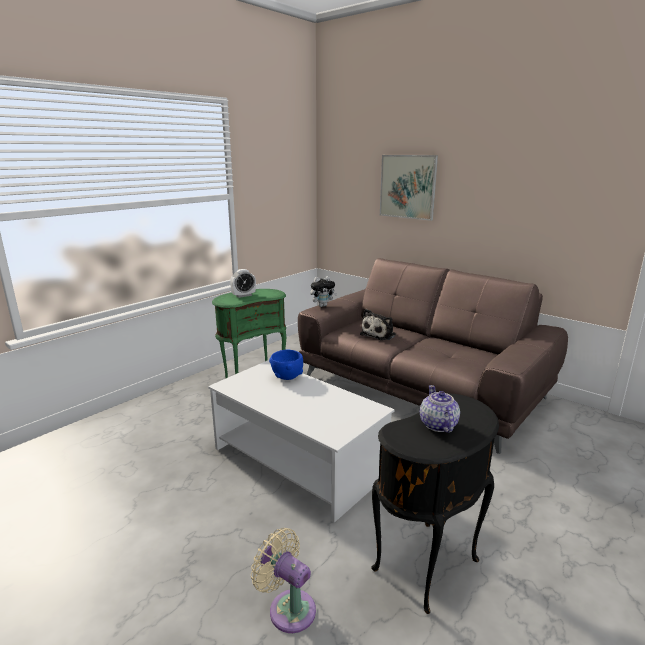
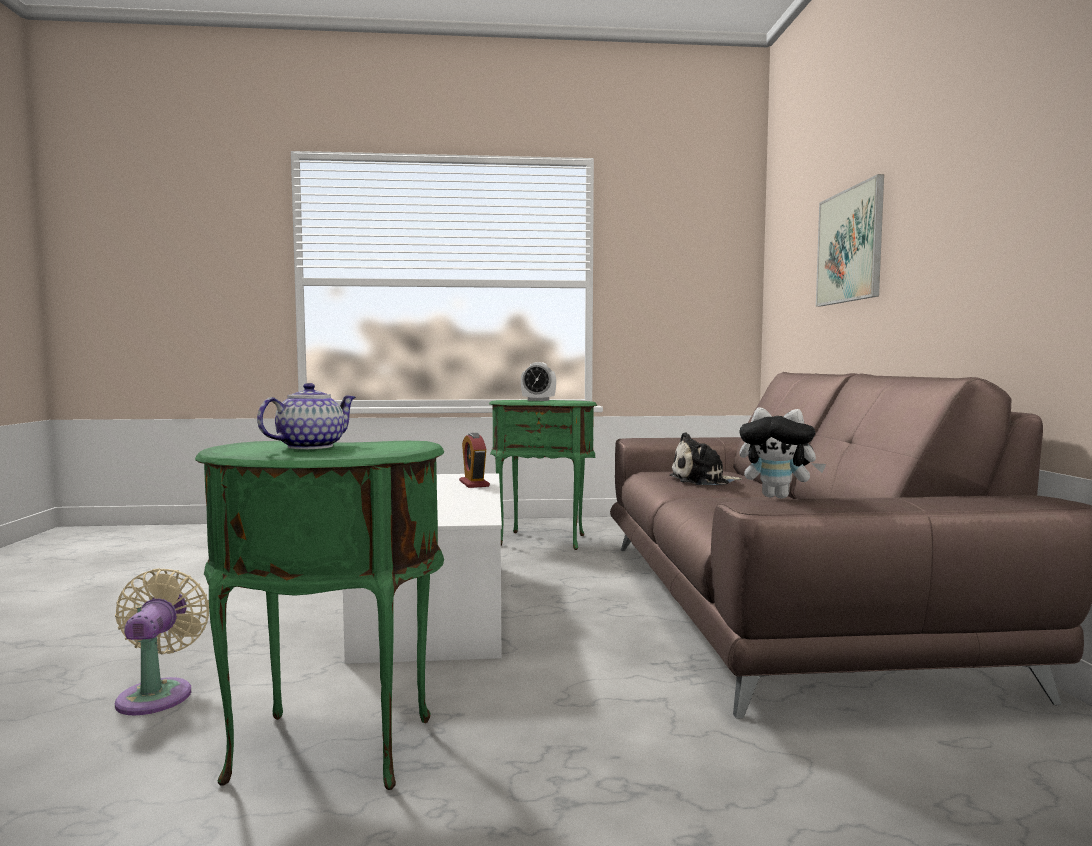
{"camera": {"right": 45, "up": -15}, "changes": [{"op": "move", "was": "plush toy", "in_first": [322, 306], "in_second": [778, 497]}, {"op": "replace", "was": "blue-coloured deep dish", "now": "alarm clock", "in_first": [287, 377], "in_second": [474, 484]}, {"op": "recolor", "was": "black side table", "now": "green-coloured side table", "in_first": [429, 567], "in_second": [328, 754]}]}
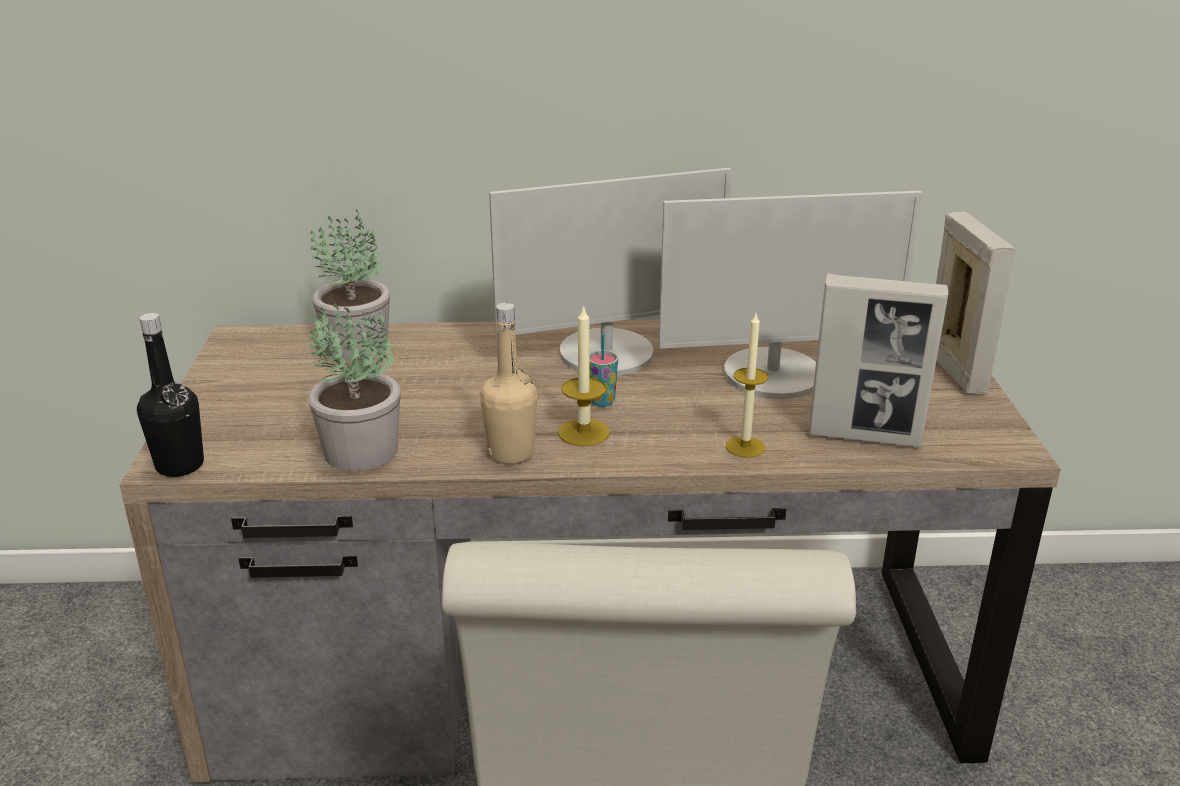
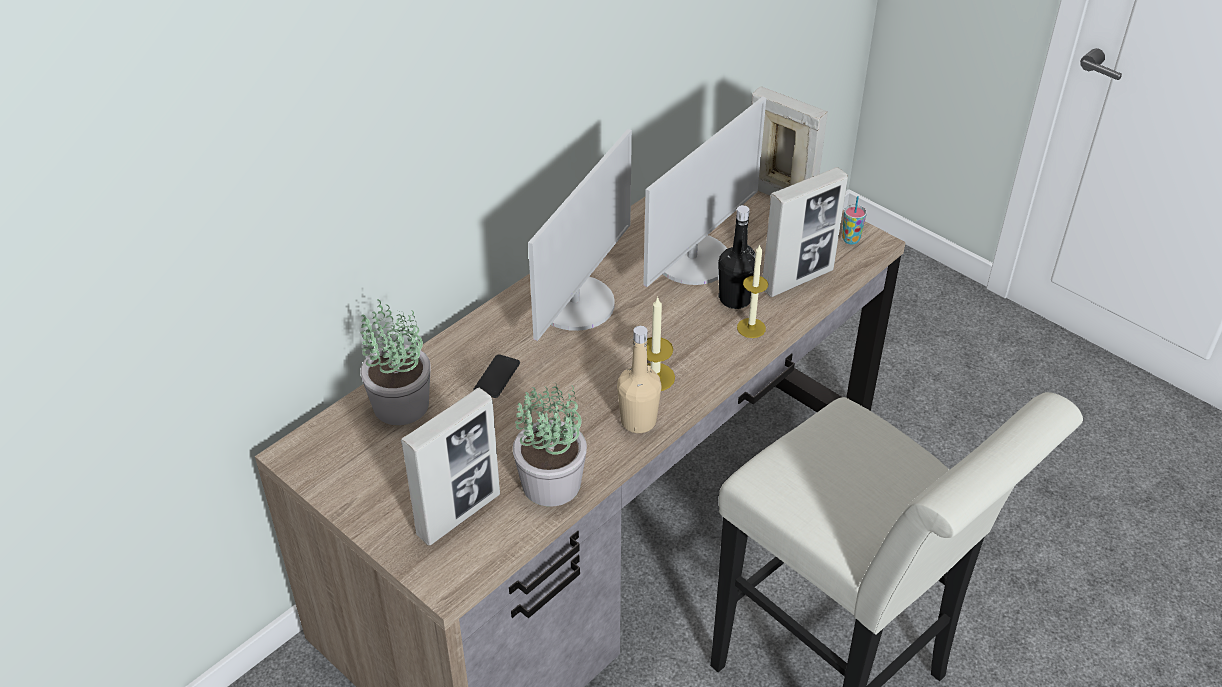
{"camera": {"right": -45, "up": 15}, "changes": [{"op": "insert", "now": "picture frame", "in_second": [459, 514]}, {"op": "insert", "now": "phone", "in_second": [497, 377]}, {"op": "move", "was": "black beverage bottle", "in_first": [180, 465], "in_second": [735, 299]}, {"op": "move", "was": "drinking cup", "in_first": [602, 402], "in_second": [850, 239]}]}
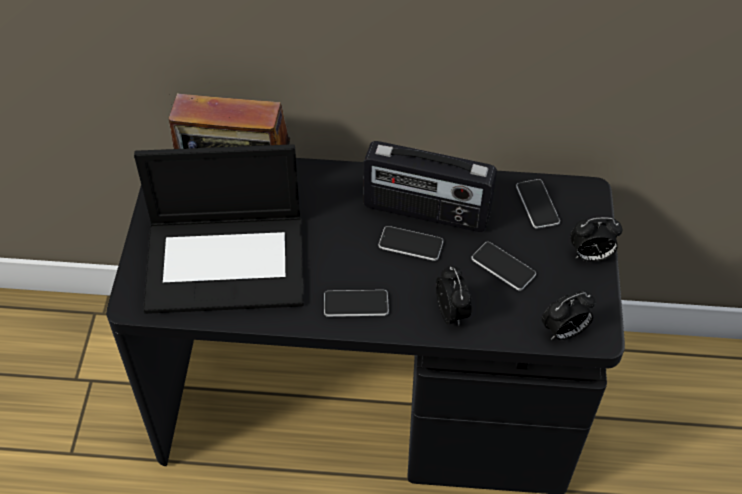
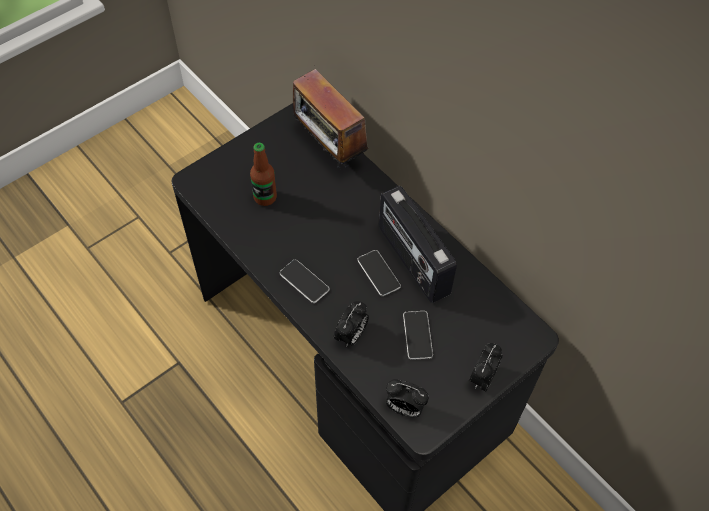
{"camera": {"right": 45, "up": 5}, "changes": [{"op": "delete", "was": "phone", "in_first": [537, 204]}, {"op": "replace", "was": "laptop", "now": "beverage bottle", "in_first": [227, 262], "in_second": [265, 197]}, {"op": "rotate", "was": "alarm clock", "in_first": [590, 256], "in_second": [482, 377], "clockwise": 75}]}
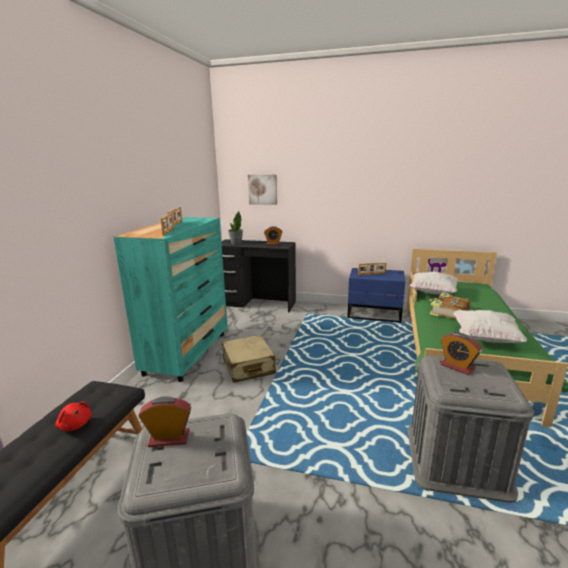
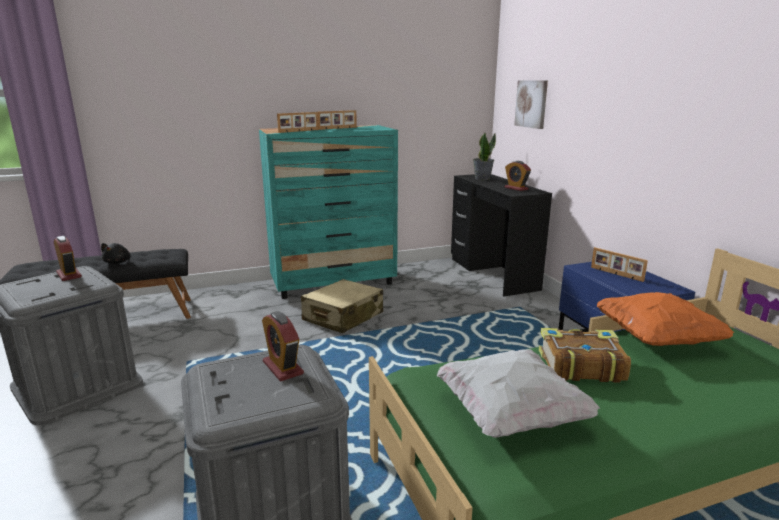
{"camera": {"right": 55, "up": 0}, "changes": [{"op": "recolor", "was": "red plush toy", "now": "black plush toy", "in_first": [75, 425], "in_second": [118, 262]}, {"op": "recolor", "was": "whitish cushion", "now": "orange cushion", "in_first": [433, 293], "in_second": [656, 339]}, {"op": "rotate", "was": "alarm clock", "in_first": [457, 367], "in_second": [283, 368], "clockwise": -45}]}
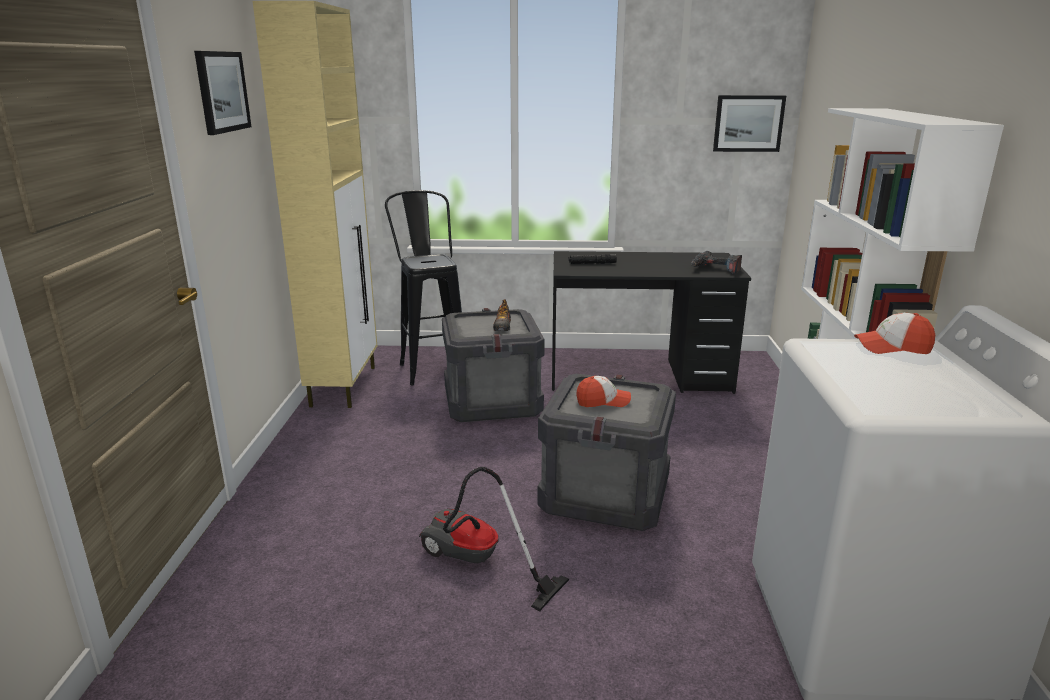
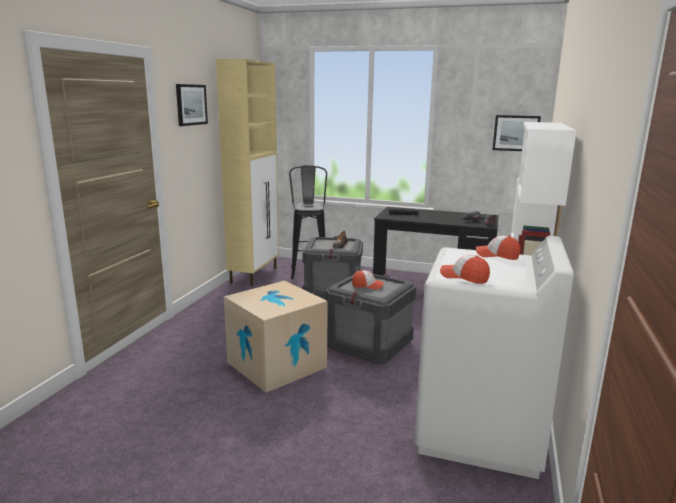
{"camera": {"right": 15, "up": -5}, "changes": [{"op": "insert", "now": "peaked cap", "in_second": [464, 277]}, {"op": "replace", "was": "hoover", "now": "packing box", "in_first": [476, 563], "in_second": [276, 365]}]}
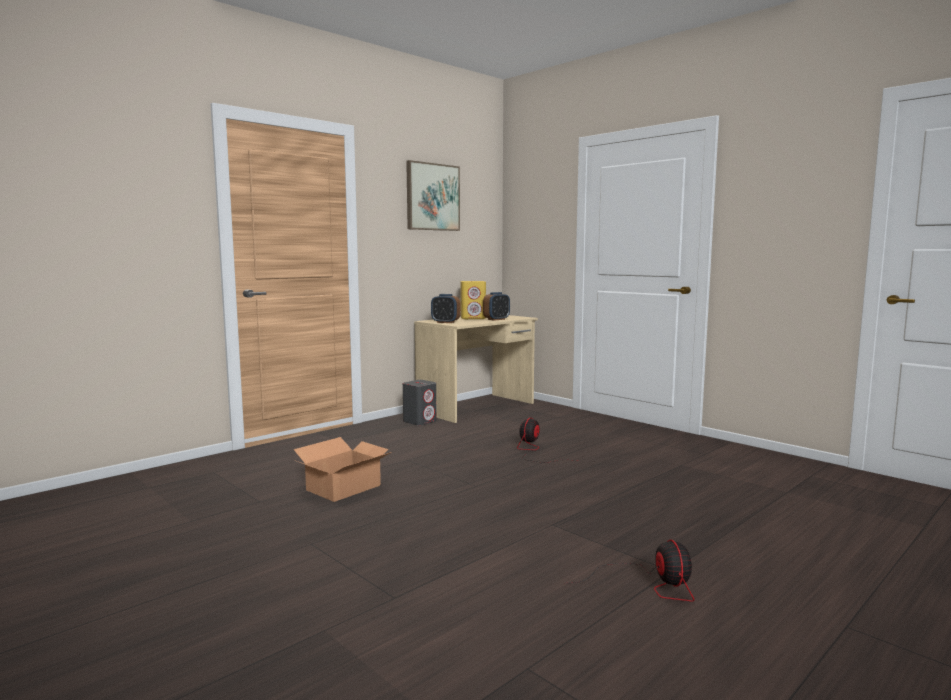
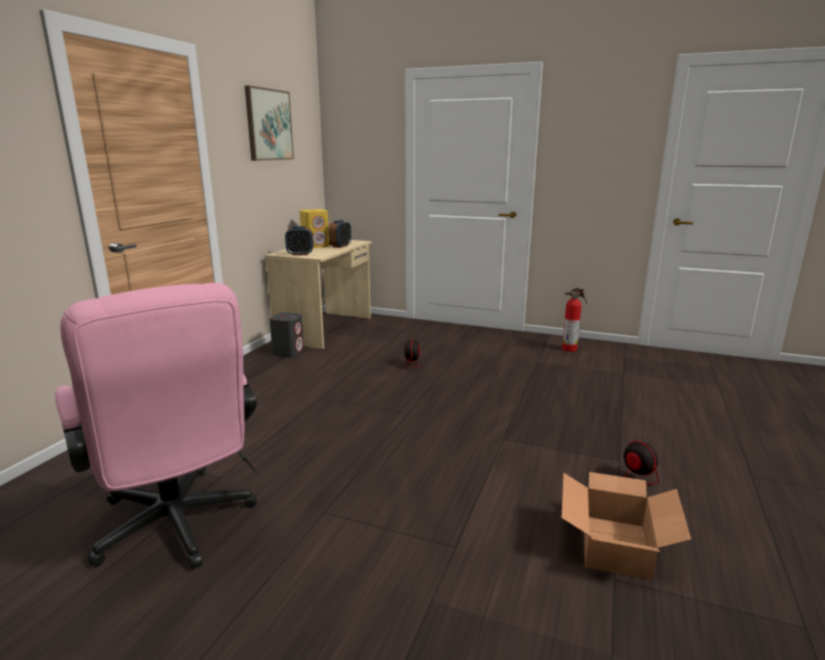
{"camera": {"right": -25, "up": 10}, "changes": [{"op": "insert", "now": "pink-coloured office chair", "in_second": [177, 529]}, {"op": "insert", "now": "extinguisher", "in_second": [570, 349]}, {"op": "move", "was": "packing box", "in_first": [344, 487], "in_second": [616, 545]}]}
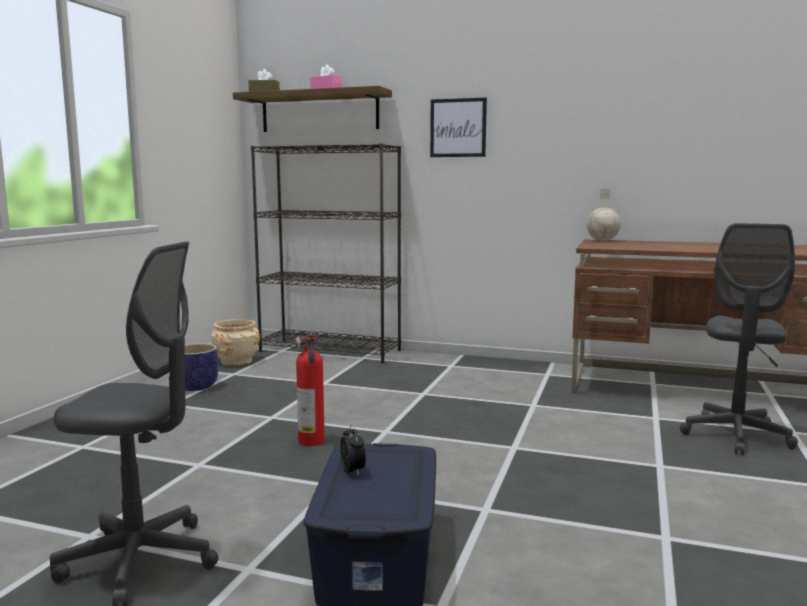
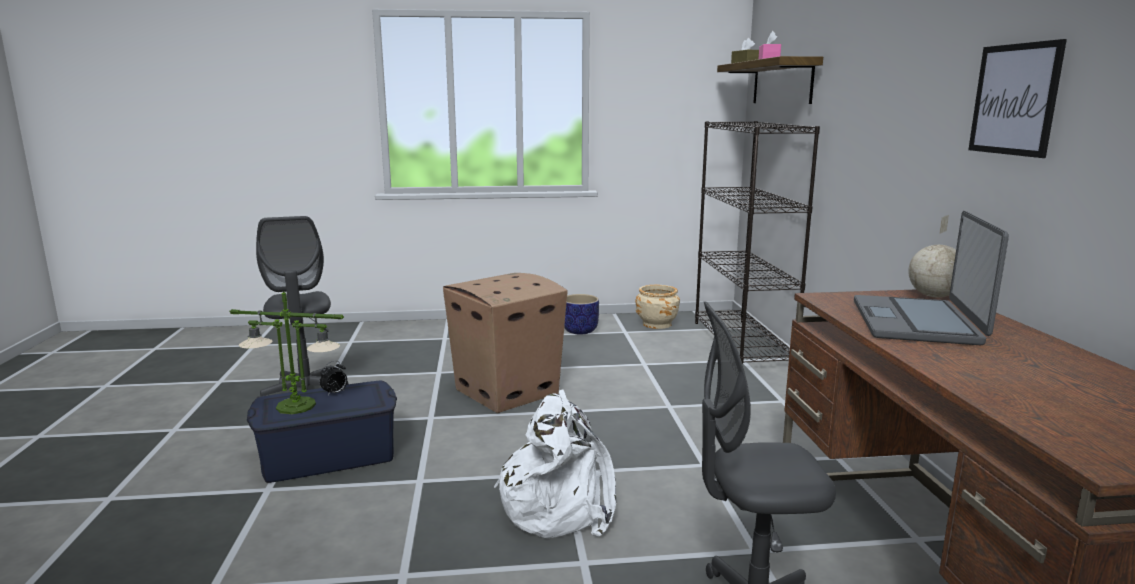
{"camera": {"right": 65, "up": 5}, "changes": [{"op": "insert", "now": "tabletop lamp", "in_second": [295, 406]}, {"op": "insert", "now": "whitish rucksack", "in_second": [559, 506]}, {"op": "insert", "now": "laptop", "in_second": [917, 322]}, {"op": "move", "was": "wall picture", "in_first": [458, 128], "in_second": [1014, 99]}, {"op": "replace", "was": "extinguisher", "now": "packing box", "in_first": [311, 441], "in_second": [505, 392]}]}
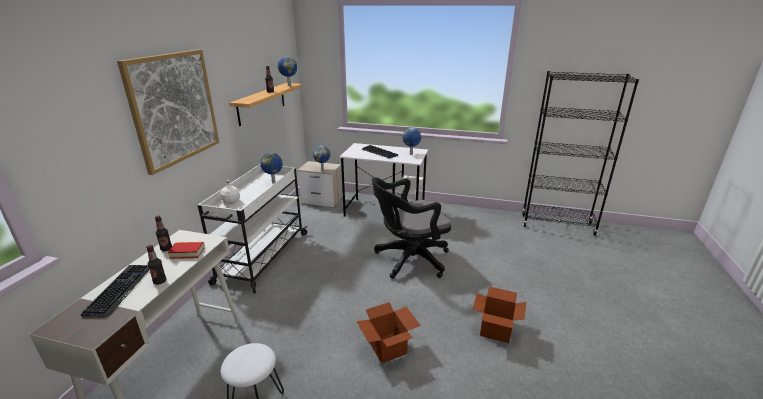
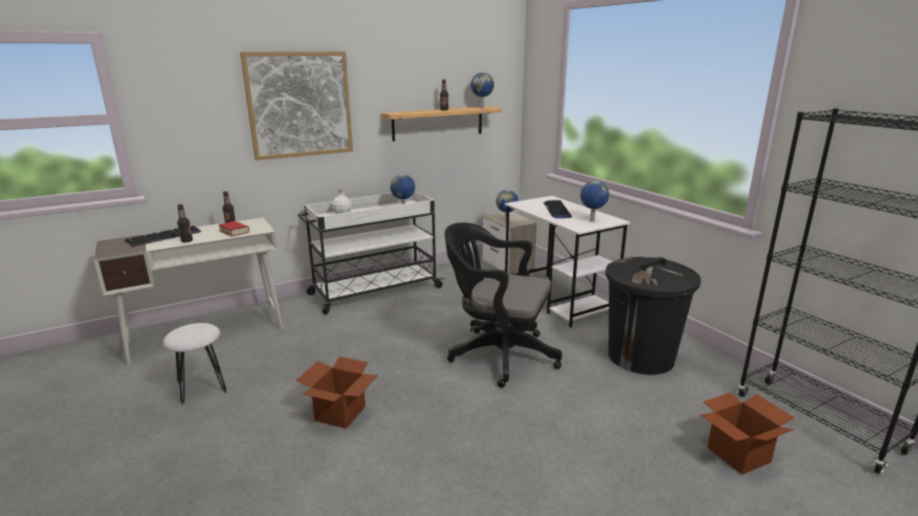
{"camera": {"right": 45, "up": -5}, "changes": [{"op": "insert", "now": "black rubbish bin", "in_second": [641, 357]}, {"op": "move", "was": "packing box", "in_first": [496, 330], "in_second": [738, 455]}]}
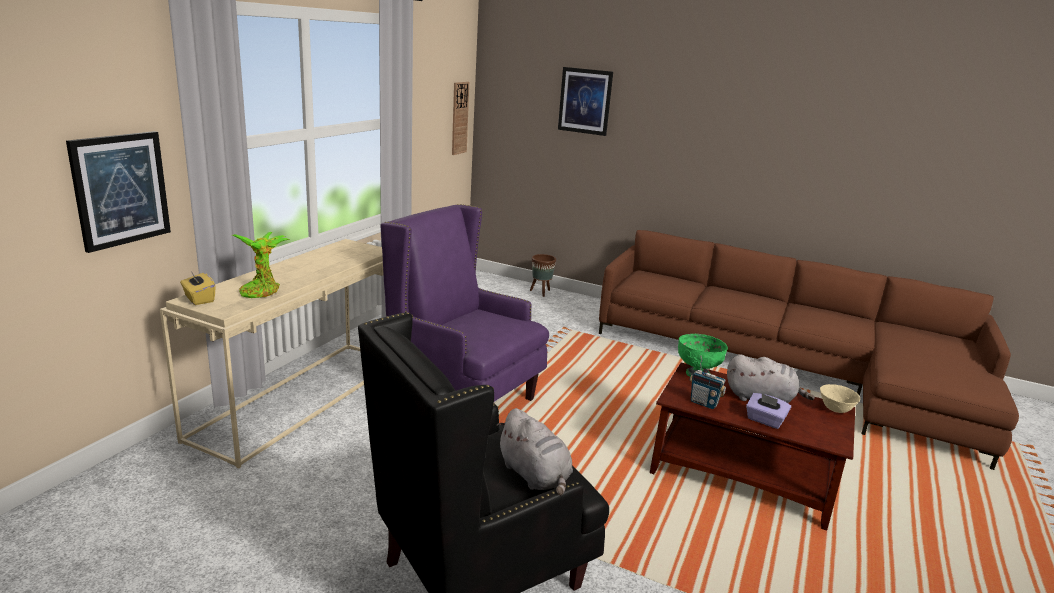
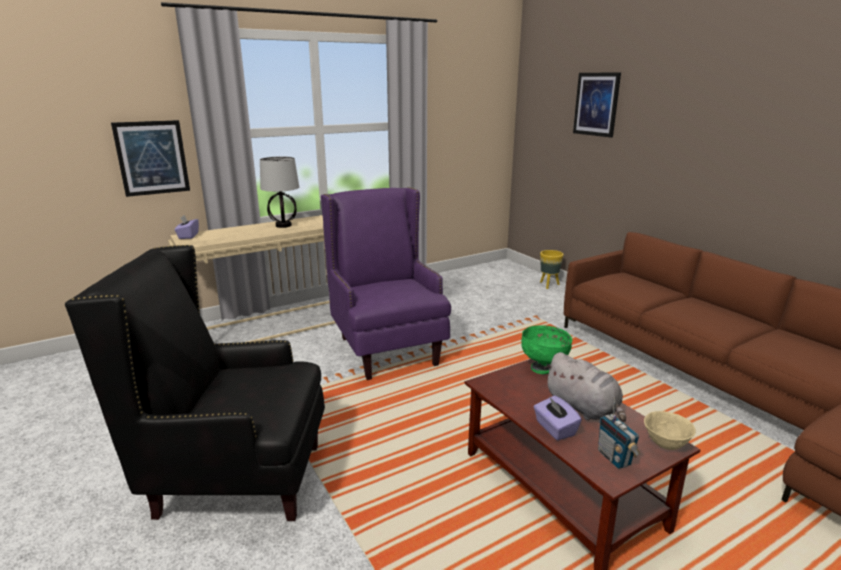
{"camera": {"right": 35, "up": 0}, "changes": [{"op": "delete", "was": "plant in a pot", "in_first": [261, 291]}, {"op": "delete", "was": "wall clock", "in_first": [459, 118]}, {"op": "delete", "was": "gray plush toy", "in_first": [535, 476]}, {"op": "insert", "now": "tabletop lamp", "in_second": [284, 225]}, {"op": "move", "was": "radio", "in_first": [704, 403], "in_second": [614, 458]}, {"op": "recolor", "was": "yellow-coloured tissue box", "now": "purplish tissue box", "in_first": [199, 299], "in_second": [188, 236]}, {"op": "recolor", "was": "brown-coloured plant pot", "now": "yellow-coloured plant pot", "in_first": [541, 292], "in_second": [549, 285]}]}
